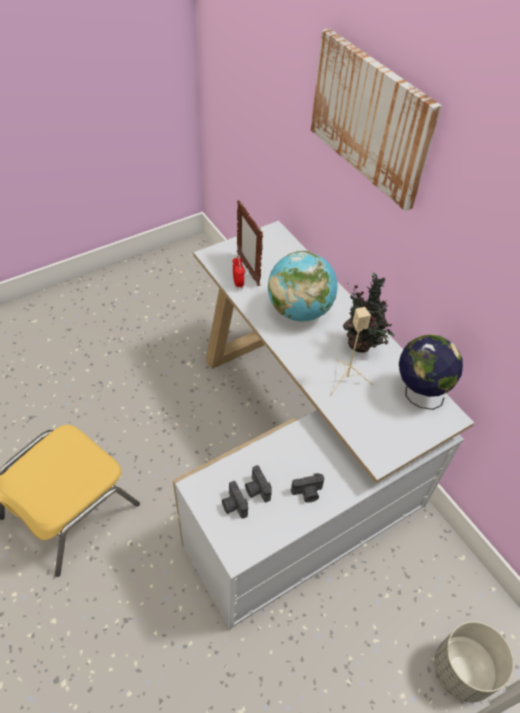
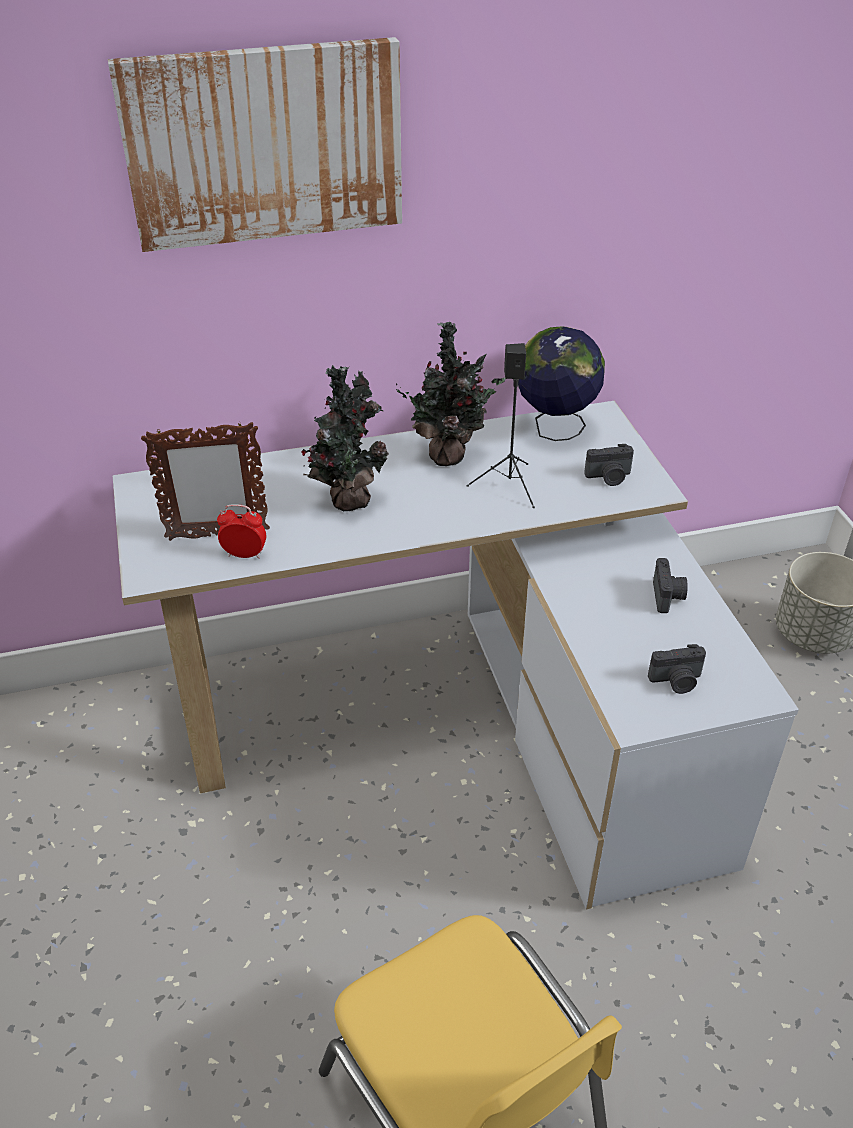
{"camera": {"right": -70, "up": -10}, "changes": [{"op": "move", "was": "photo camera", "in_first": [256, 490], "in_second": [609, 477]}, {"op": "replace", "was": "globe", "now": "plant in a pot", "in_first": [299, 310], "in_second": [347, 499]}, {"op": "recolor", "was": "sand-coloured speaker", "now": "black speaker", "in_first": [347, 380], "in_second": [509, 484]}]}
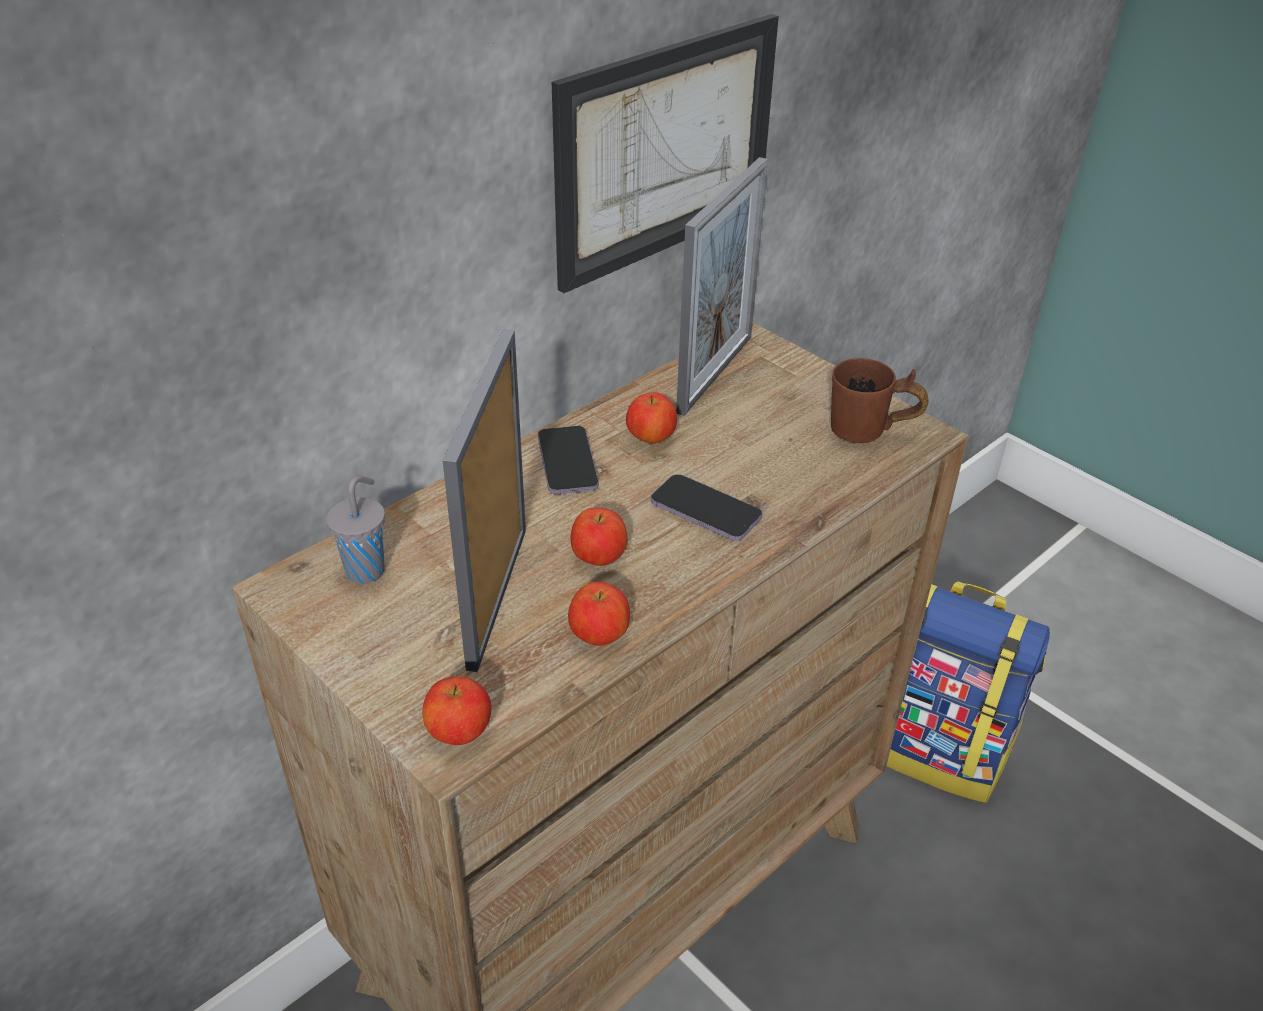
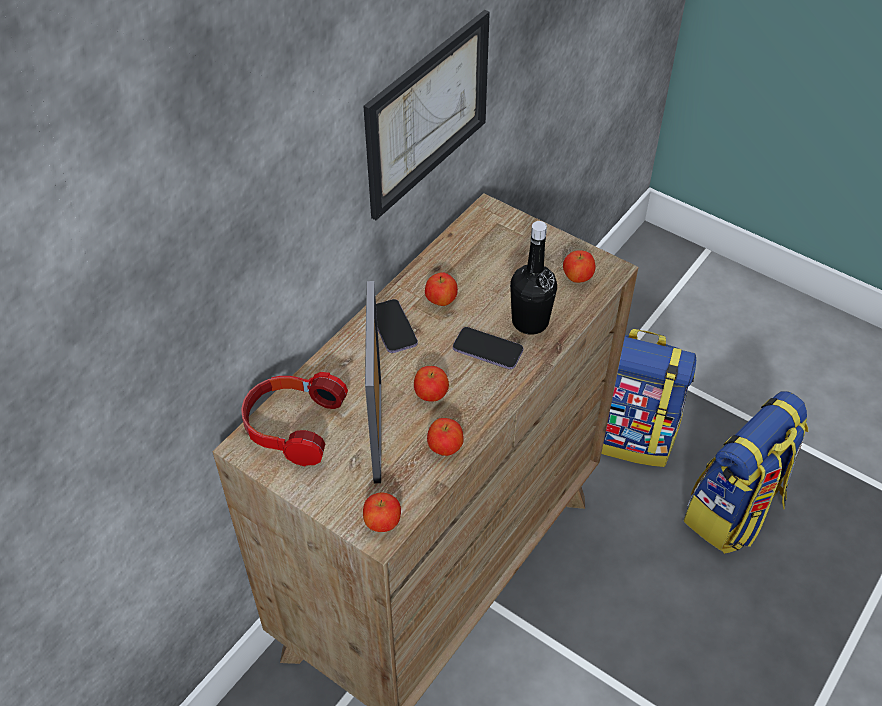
{"camera": {"right": -10, "up": 10}, "changes": [{"op": "delete", "was": "picture frame", "in_first": [715, 374]}, {"op": "insert", "now": "black beverage bottle", "in_second": [530, 322]}, {"op": "insert", "now": "rucksack", "in_second": [734, 512]}, {"op": "replace", "was": "gray drinking cup", "now": "pair of headphones", "in_first": [367, 569], "in_second": [292, 425]}, {"op": "replace", "was": "brown-coloured coffee mug", "now": "whole apple", "in_first": [868, 437], "in_second": [577, 278]}]}
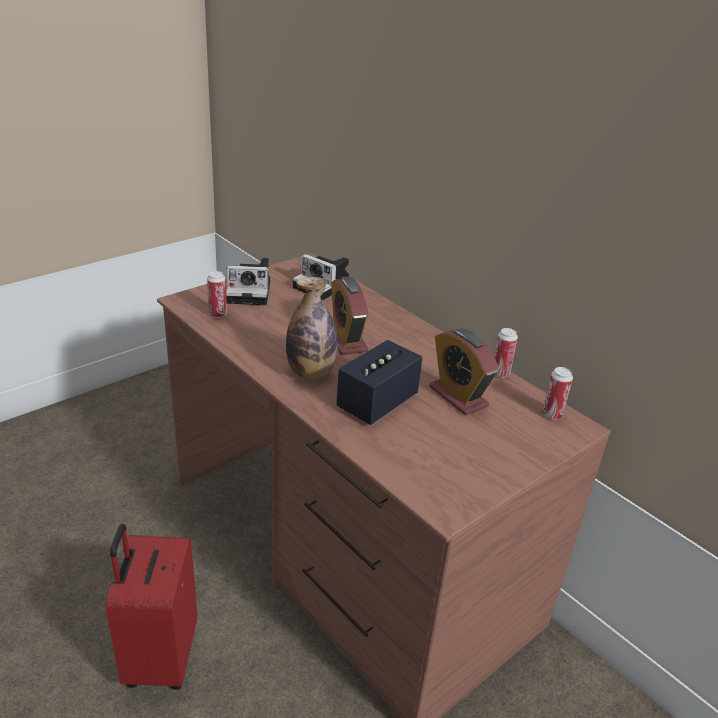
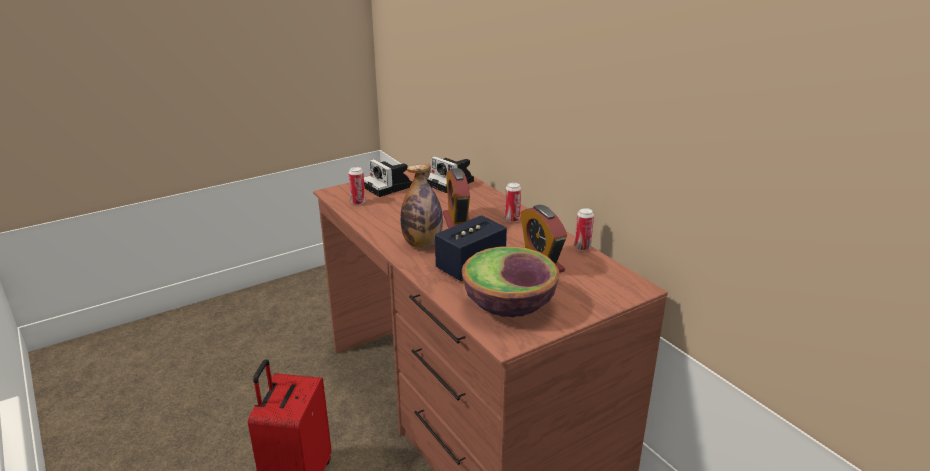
{"camera": {"right": 10, "up": -5}, "changes": [{"op": "insert", "now": "deep dish", "in_second": [509, 306]}, {"op": "move", "was": "can", "in_first": [552, 414], "in_second": [512, 219]}, {"op": "rotate", "was": "photo camera", "in_first": [251, 292], "in_second": [389, 187], "clockwise": 45}]}
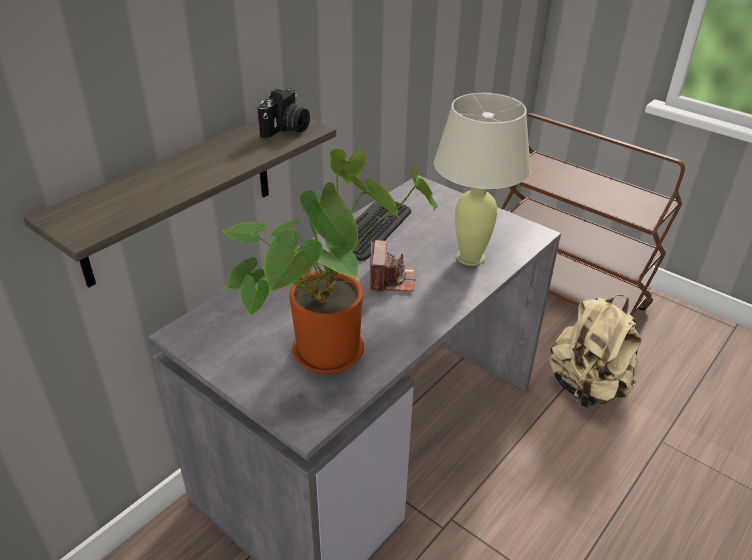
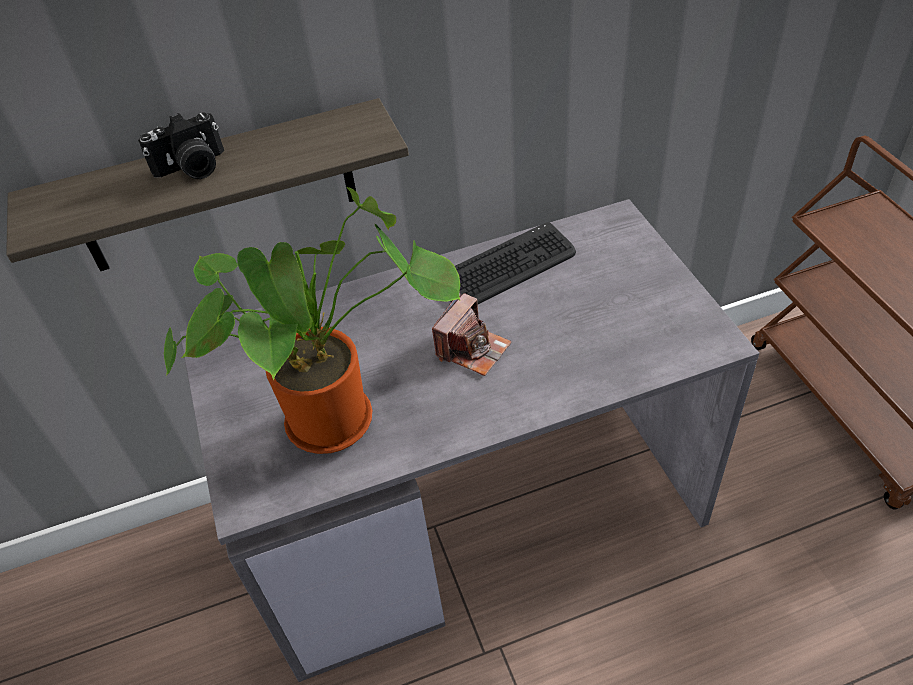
{"camera": {"right": 35, "up": 10}, "changes": [{"op": "delete", "was": "sand-coloured tabletop lamp", "in_first": [470, 257]}, {"op": "delete", "was": "sand-coloured rucksack", "in_first": [587, 387]}, {"op": "move", "was": "photo camera", "in_first": [286, 129], "in_second": [193, 168]}]}
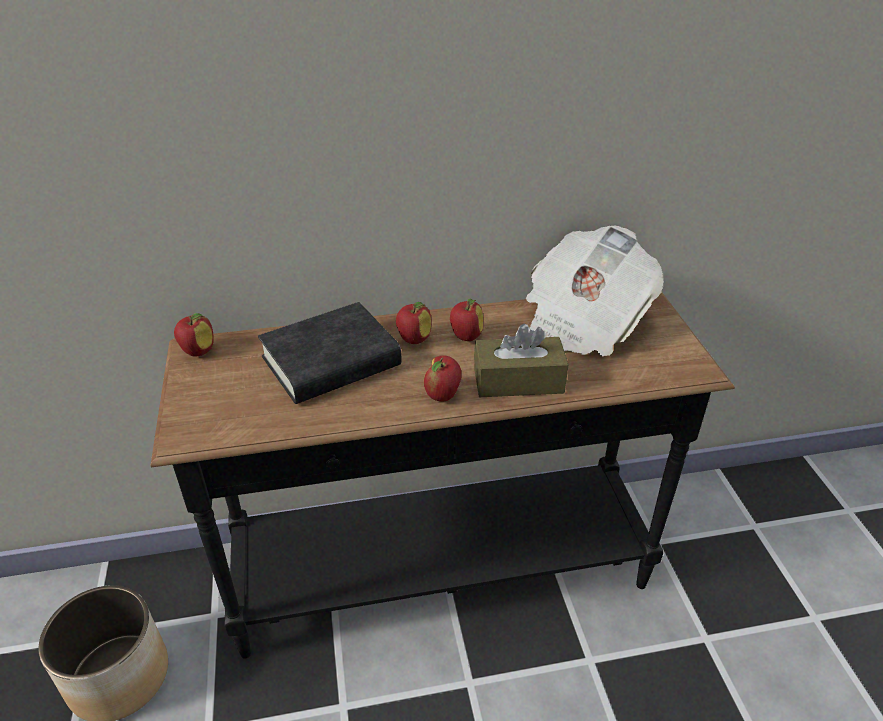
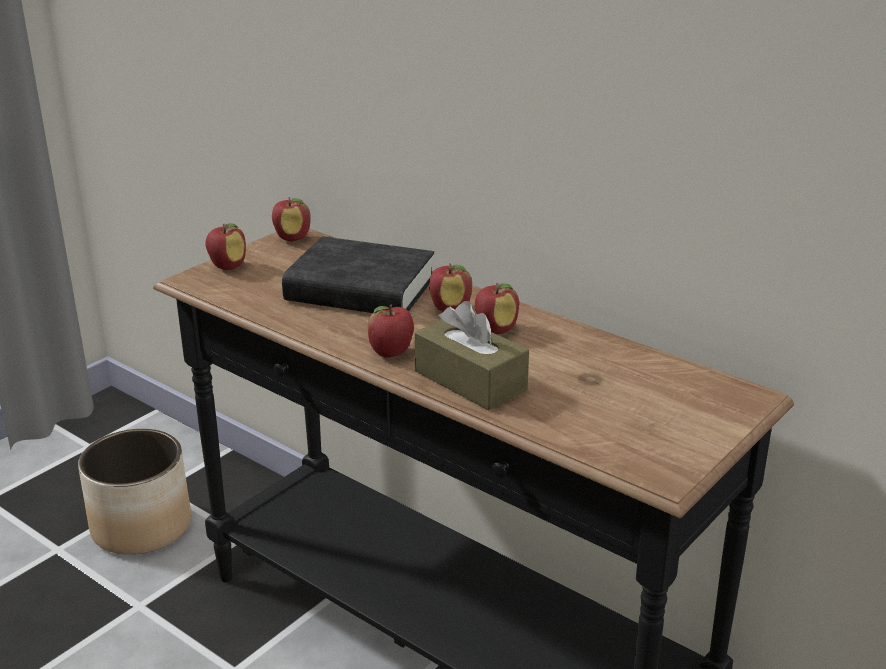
{"camera": {"right": 50, "up": -10}, "changes": [{"op": "delete", "was": "newspaper", "in_first": [582, 322]}, {"op": "insert", "now": "whole apple", "in_second": [227, 267]}]}
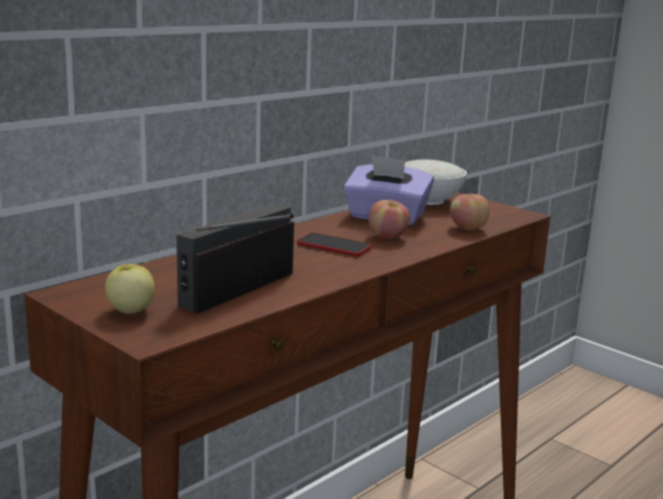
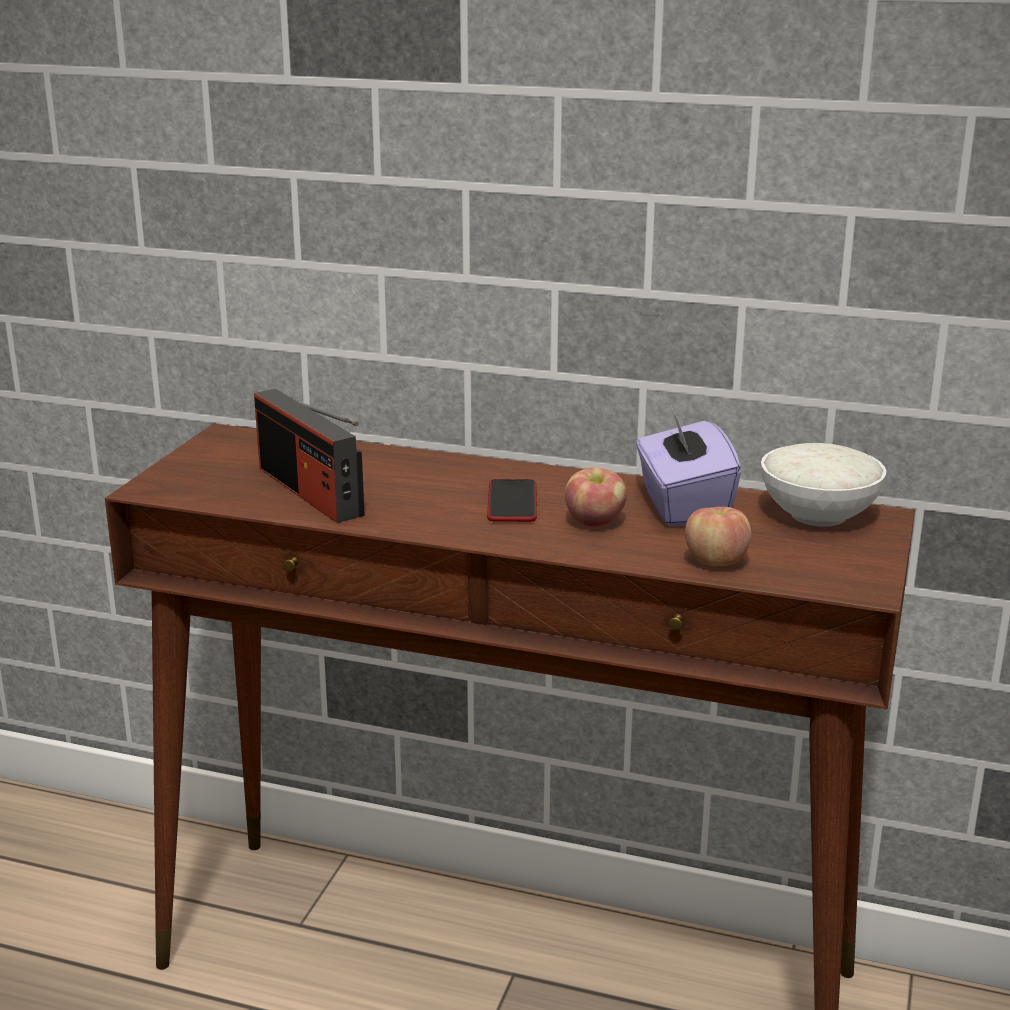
{"camera": {"right": 65, "up": 5}, "changes": [{"op": "delete", "was": "whole apple", "in_first": [130, 311]}, {"op": "rotate", "was": "radio", "in_first": [238, 289], "in_second": [310, 491], "clockwise": -135}]}
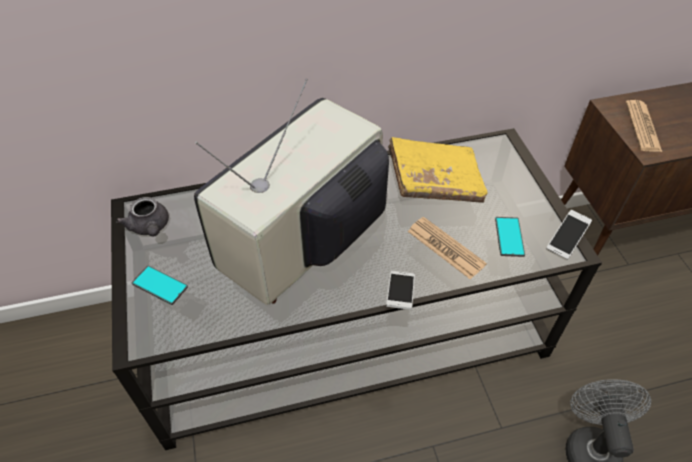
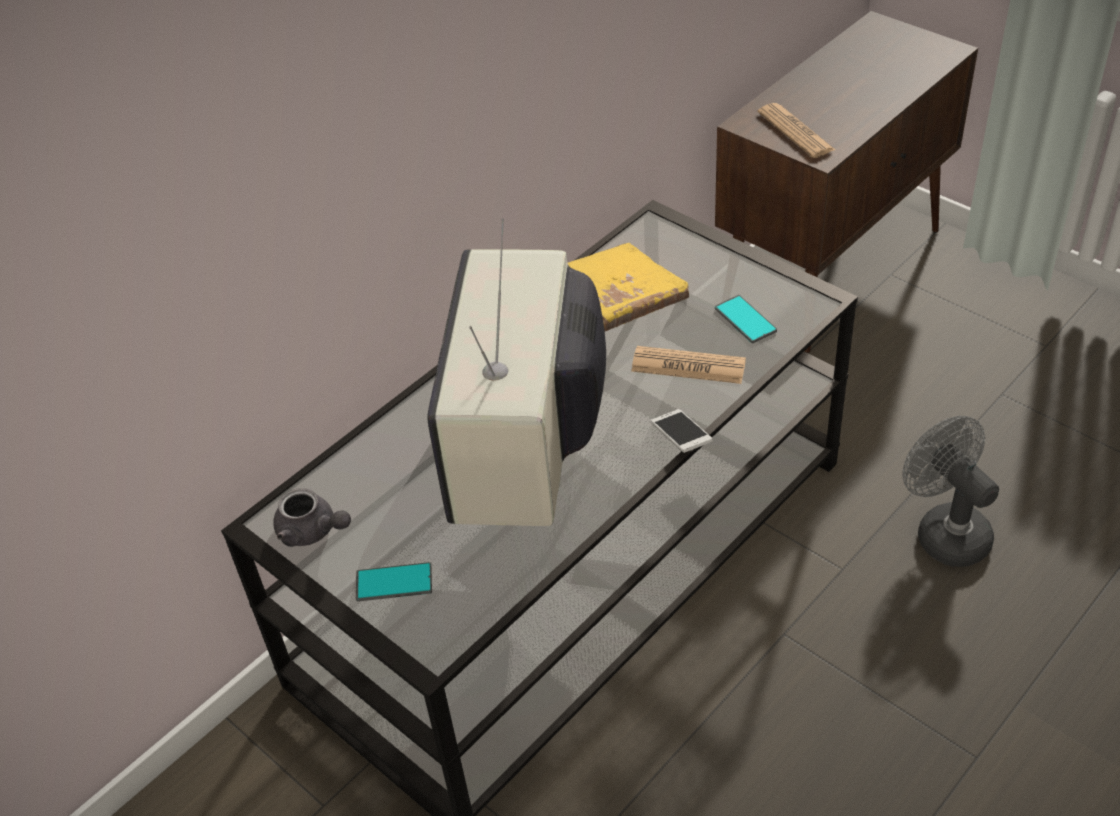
{"camera": {"right": -30, "up": -5}, "changes": [{"op": "delete", "was": "phone", "in_first": [566, 239]}]}
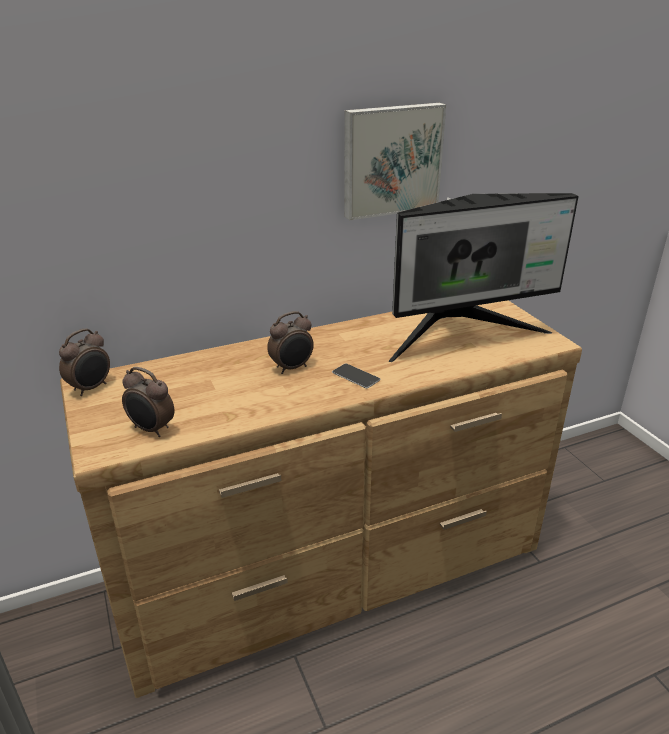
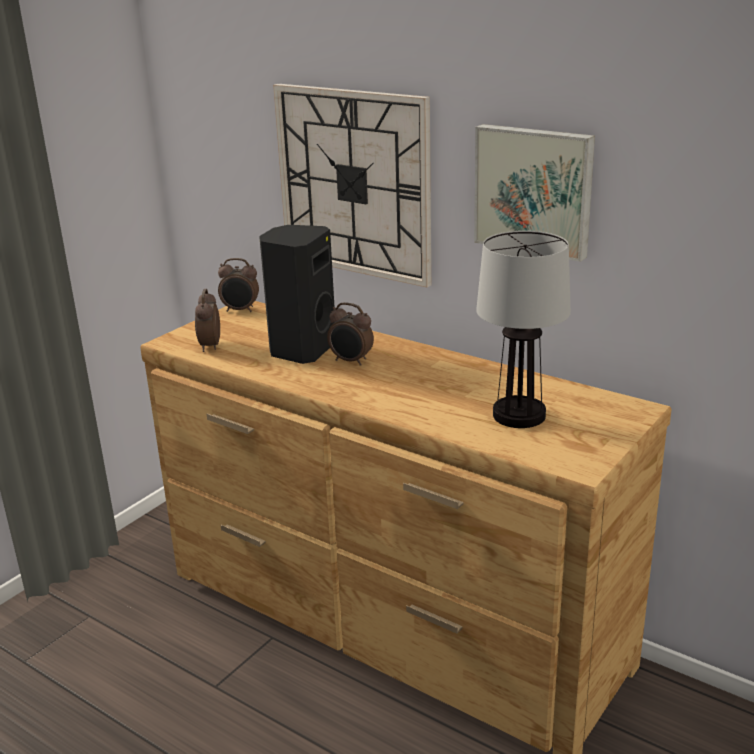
{"camera": {"right": 60, "up": -5}, "changes": [{"op": "delete", "was": "phone", "in_first": [356, 376]}, {"op": "insert", "now": "black speaker", "in_second": [301, 350]}, {"op": "insert", "now": "wall clock", "in_second": [354, 183]}, {"op": "replace", "was": "computer display", "now": "tabletop lamp", "in_first": [462, 336], "in_second": [520, 415]}]}
